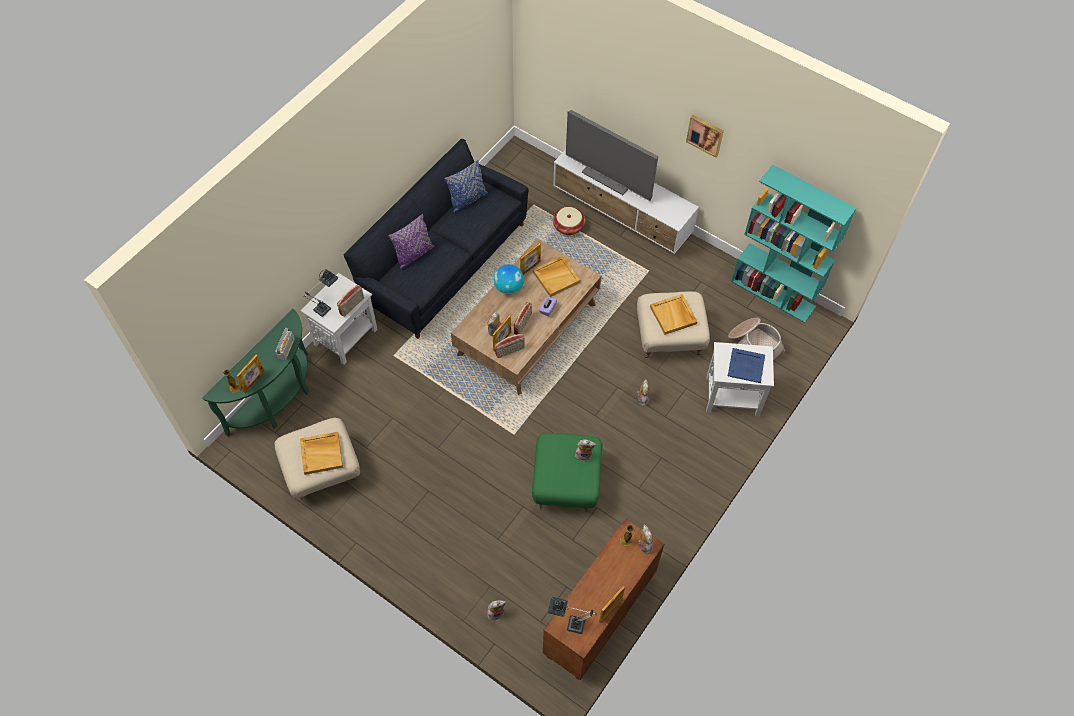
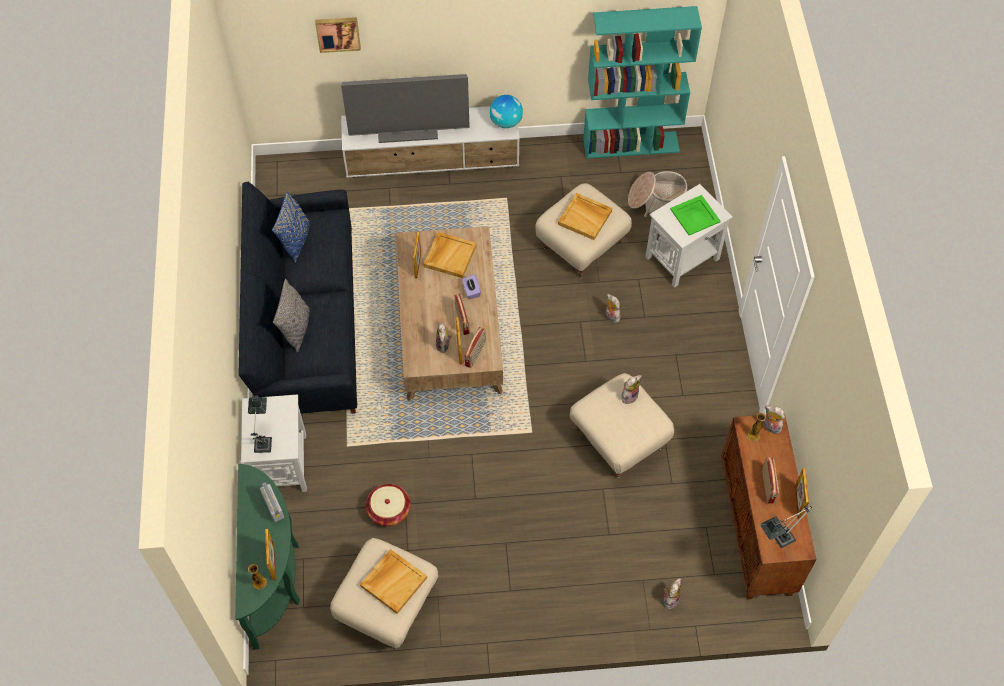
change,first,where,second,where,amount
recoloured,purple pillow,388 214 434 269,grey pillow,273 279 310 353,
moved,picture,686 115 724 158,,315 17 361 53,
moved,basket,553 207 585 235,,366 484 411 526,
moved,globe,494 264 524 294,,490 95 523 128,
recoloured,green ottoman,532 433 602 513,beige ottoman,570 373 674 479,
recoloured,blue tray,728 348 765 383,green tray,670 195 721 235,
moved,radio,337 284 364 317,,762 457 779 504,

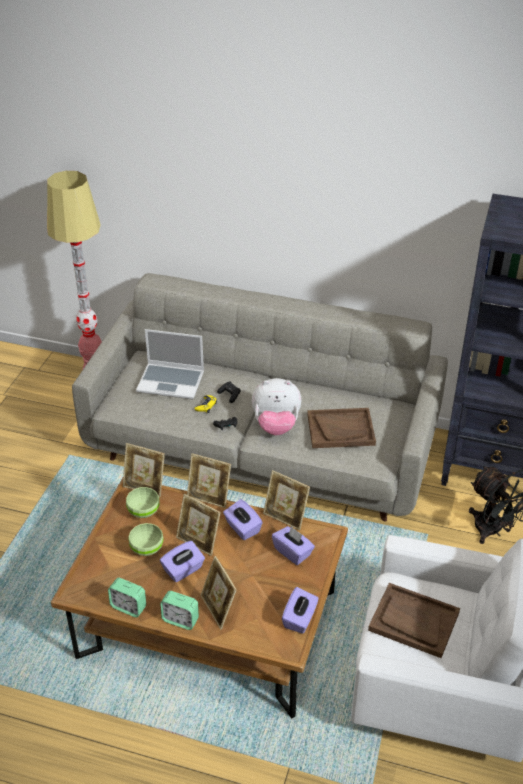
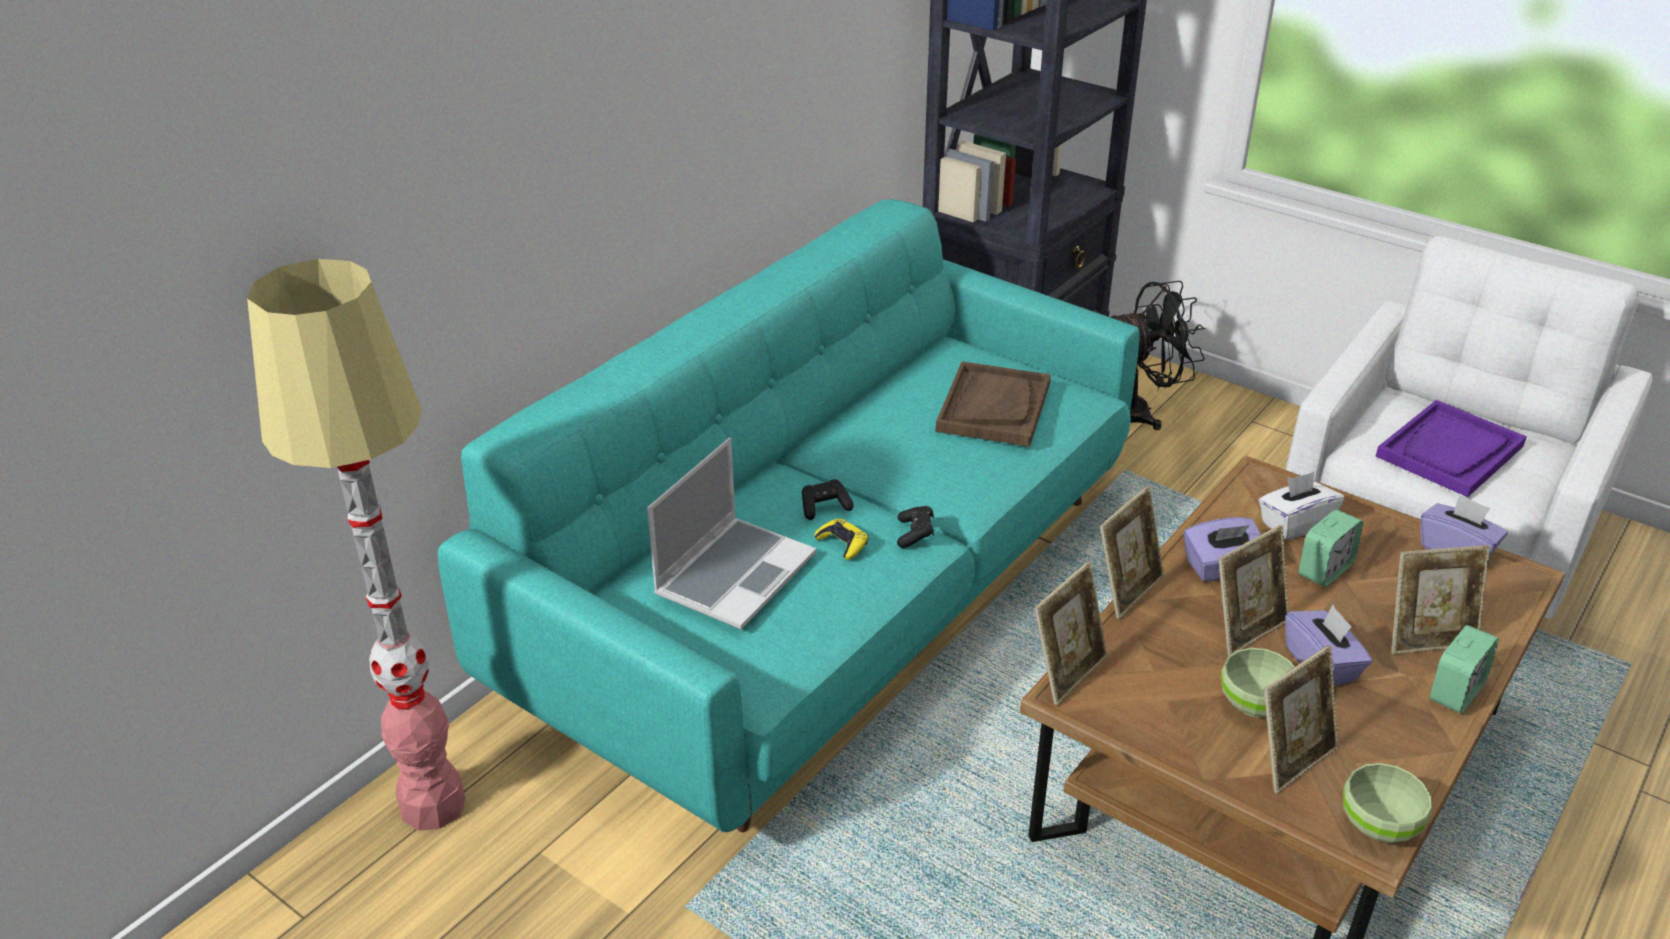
change,first,where,second,where,amount
recoloured,grey sofa,72 273 448 522,turquoise sofa,438 199 1140 832,
recoloured,purple tissue box,272 526 315 565,white tissue box,1259 472 1344 540,
moved,picture frame,263 470 310 530,,1264 645 1339 794,
moved,alarm clock,108 578 146 617,,1299 509 1363 587,
moved,green bowl,126 487 159 518,,1343 763 1432 843,
recoloured,brown tray,368 583 460 658,purple tray,1375 400 1527 497,
removed,plush toy,252 378 302 435,,,

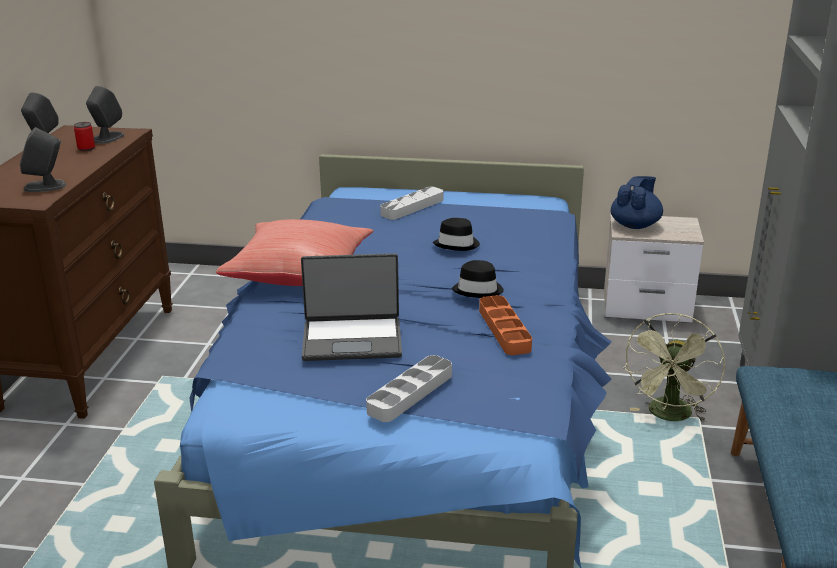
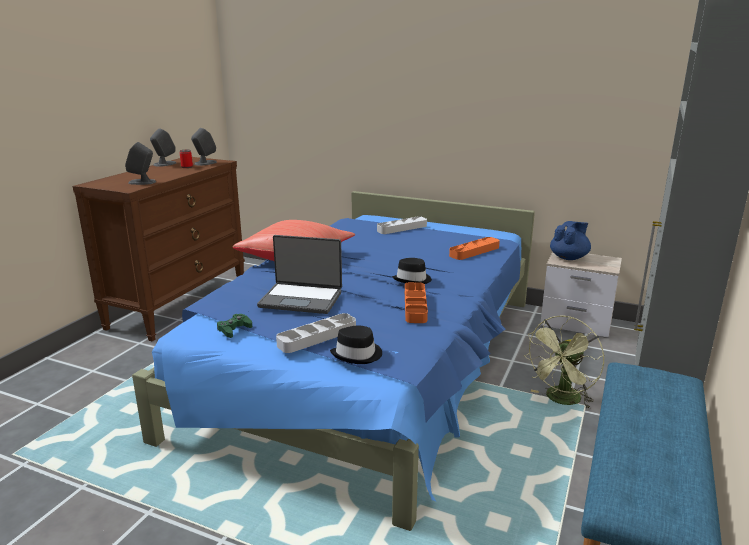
change,first,where,second,where,amount
added,,,green game controller,217 314 252 338,
moved,black hat,433 218 480 251,,330 325 382 364,
added,,,orange tray,449 237 500 260,

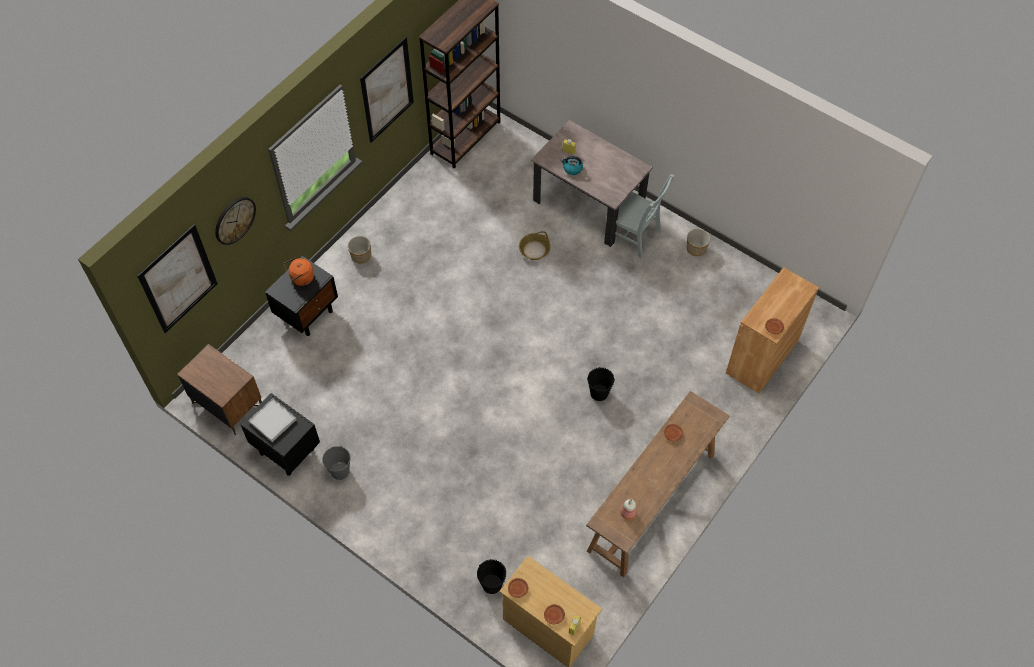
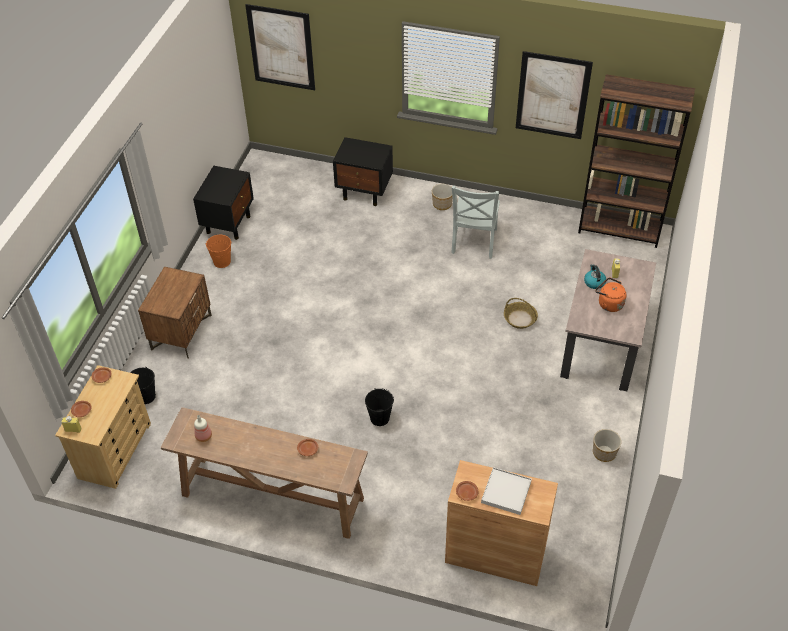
change,first,where,second,where,amount
moved,brown nightstand,177 344 262 435,,138 266 212 359,
recoloured,grey bucket,323 446 351 480,orange bucket,205 235 232 268,
moved,grey chair,604 174 674 258,,451 185 500 259,
moved,white tray,248 398 297 442,,481 467 532 515,
moved,orange kettle,284 257 314 286,,596 278 627 312,
removed,wall clock,215 197 256 245,,,

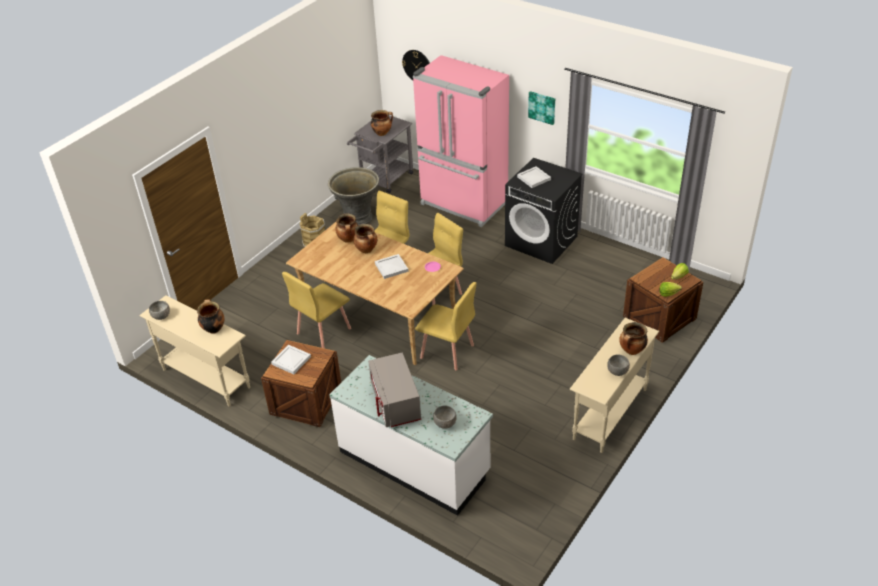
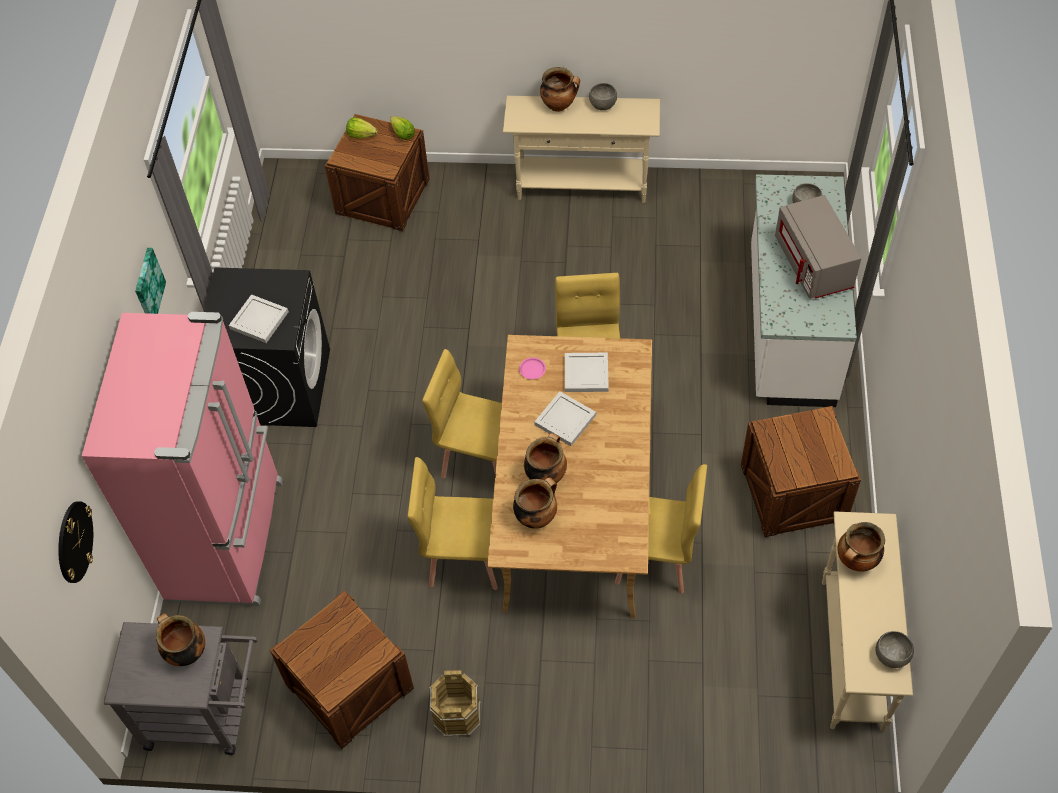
change,first,where,second,where,amount
replaced,grey planter,328 167 379 226,crate,270 591 414 749,
moved,white tray,271 345 311 374,,565 353 609 392,
turned,grey microwave,368 353 421 427,,775 195 861 299,120 degrees clockwise

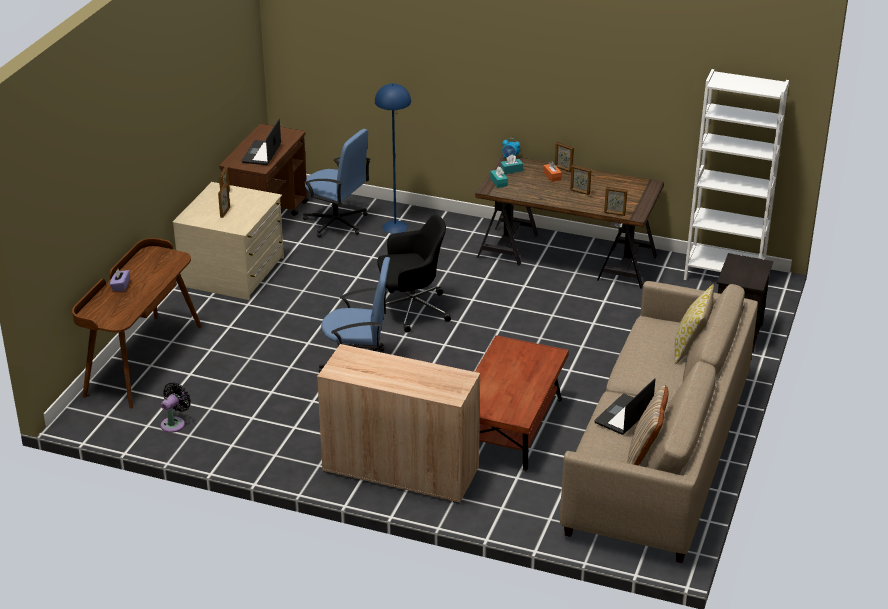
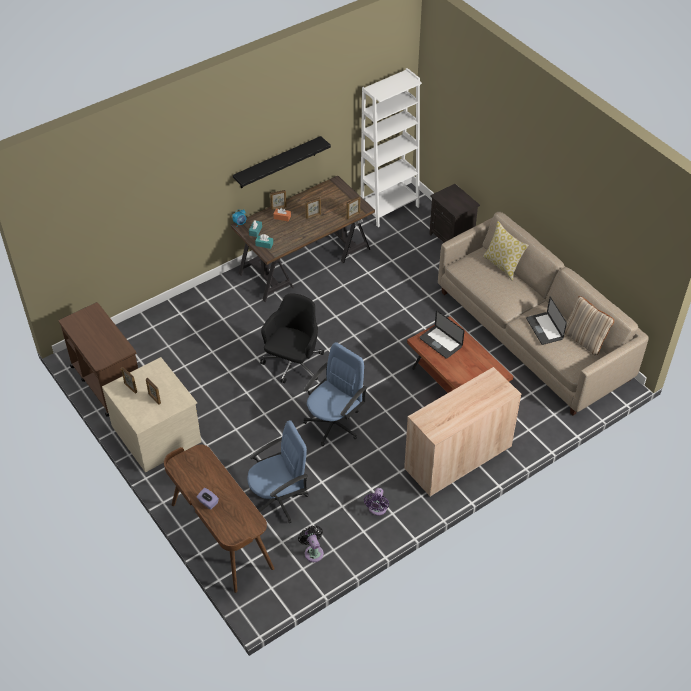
change,first,where,second,where,amount
added,,,black shelf,233 136 331 188,
moved,blue office chair,303 129 370 238,,247 420 309 524,
added,,,purple fan,364 488 389 516,
moved,laptop,242 119 281 165,,419 310 464 359,
removed,blue floor lamp,375 83 411 234,,,

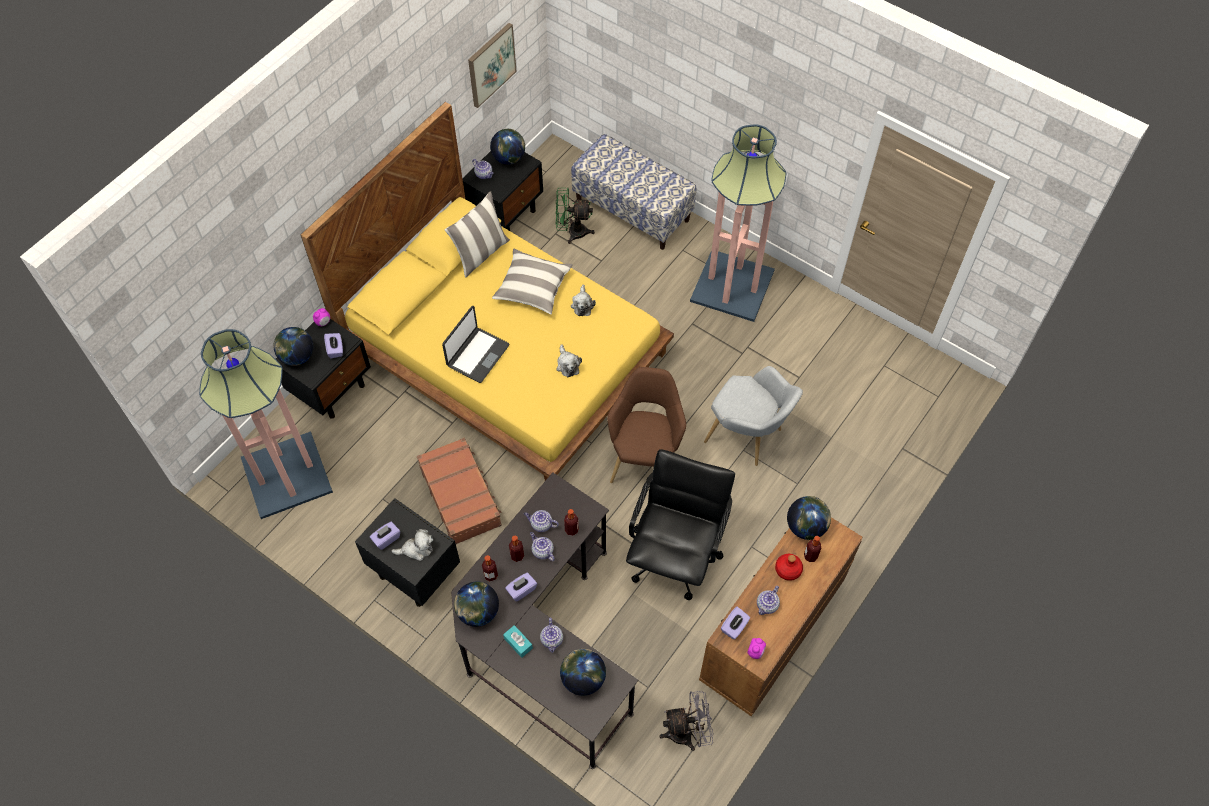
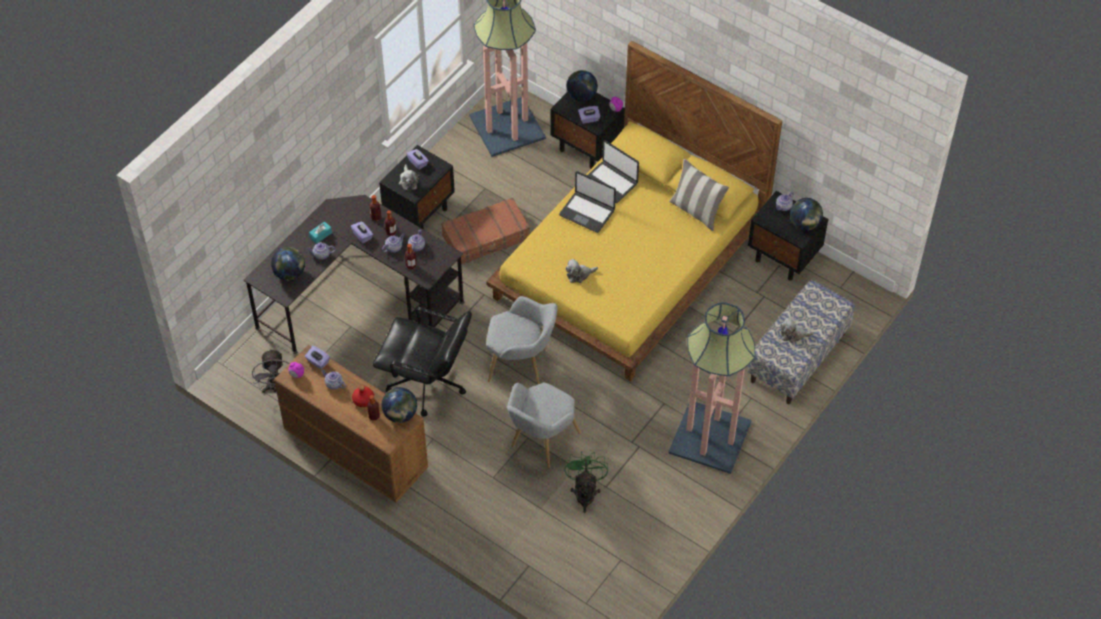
change,first,where,second,where,amount
recoloured,brown armchair,607 367 686 483,grey armchair,486 296 558 384,
moved,green fan,555 188 595 244,,564 451 608 513,
added,,,laptop,587 140 639 203,
moved,plush toy,571 284 596 316,,780 318 814 343,
removed,globe,454 581 499 627,,,
removed,picture,468 23 517 108,,,
removed,pillow,492 249 573 314,,,

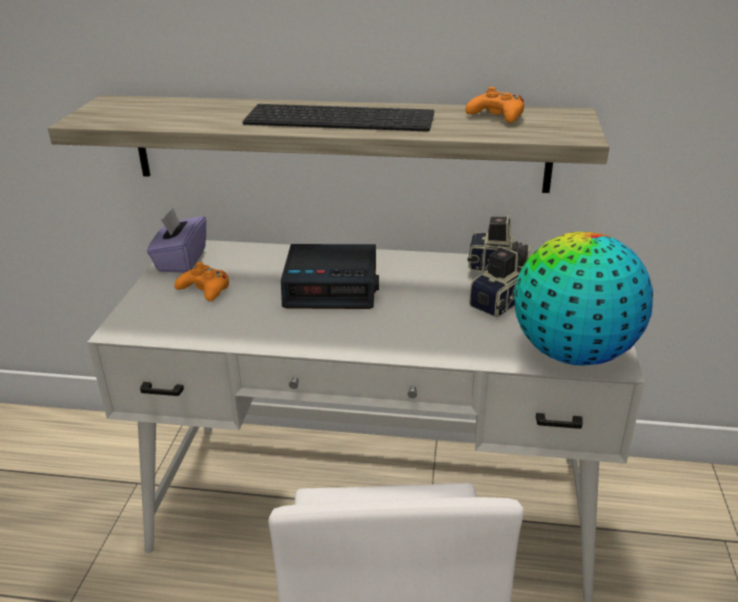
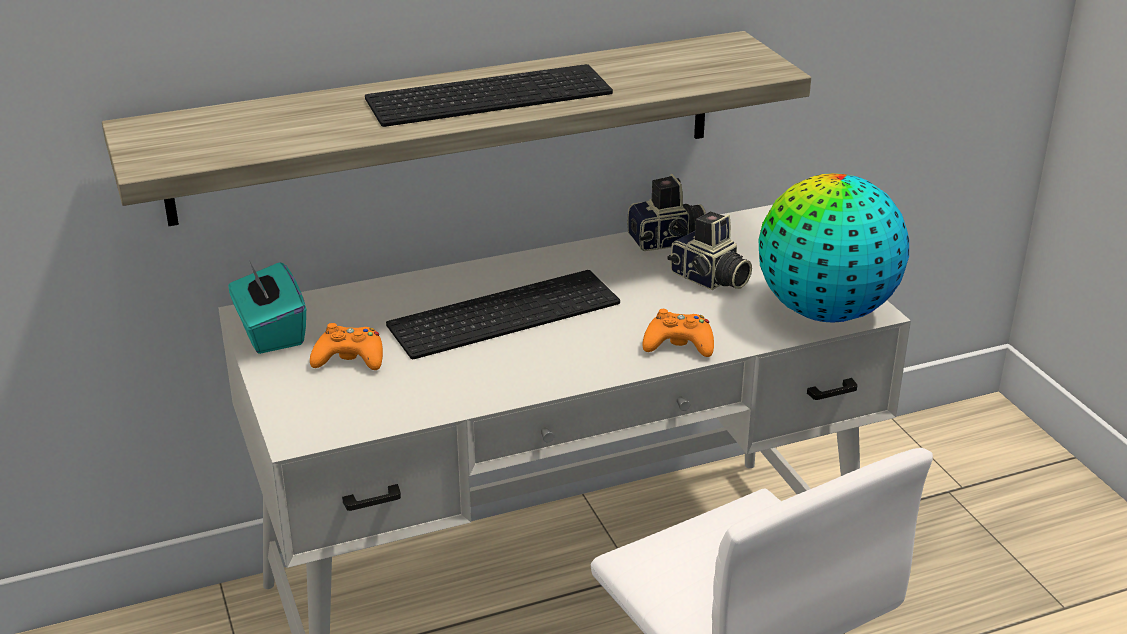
change,first,where,second,where,amount
recoloured,purple tissue box,147 208 206 273,turquoise tissue box,228 260 306 354,
replaced,alarm clock,281 244 379 309,keyboard,386 270 620 359,
moved,orange game controller,466 87 524 123,,642 309 714 357,
turned,photo camera,469 246 522 318,,668 212 752 290,120 degrees clockwise

